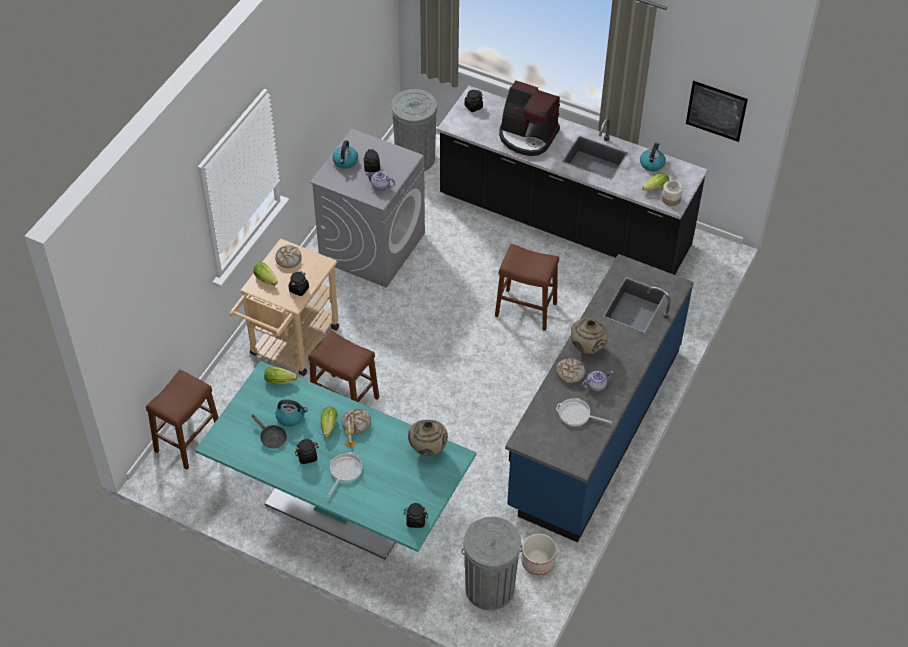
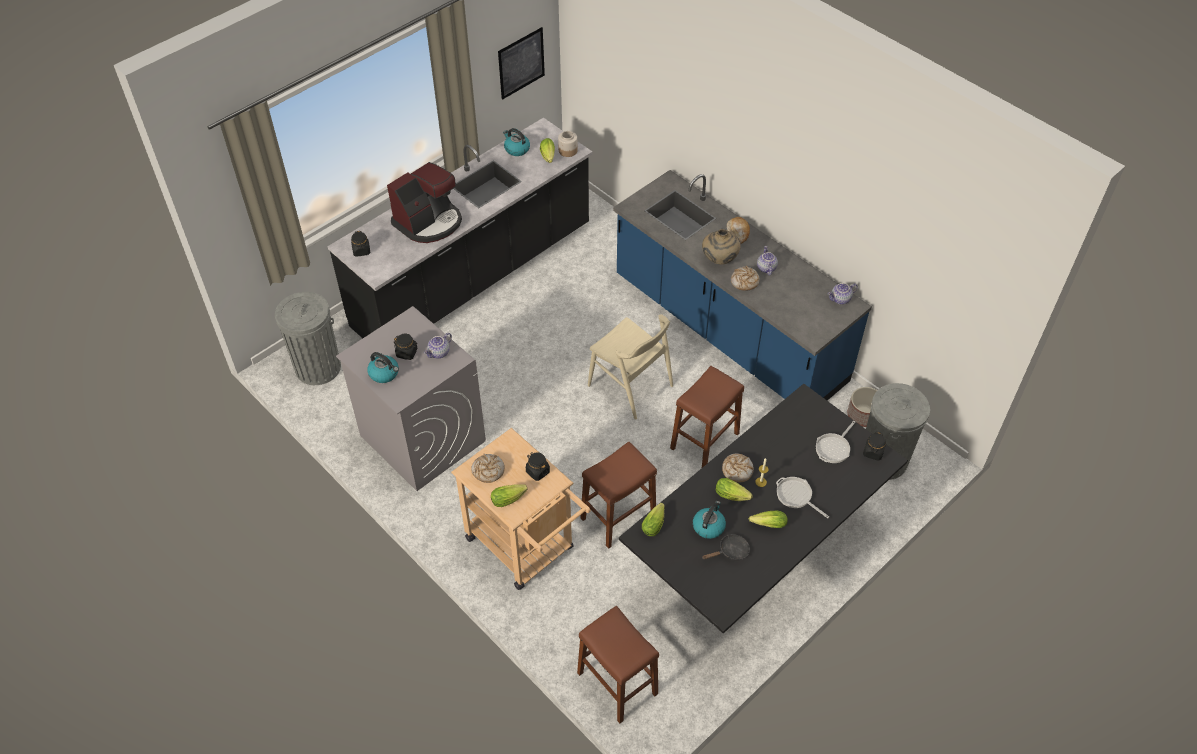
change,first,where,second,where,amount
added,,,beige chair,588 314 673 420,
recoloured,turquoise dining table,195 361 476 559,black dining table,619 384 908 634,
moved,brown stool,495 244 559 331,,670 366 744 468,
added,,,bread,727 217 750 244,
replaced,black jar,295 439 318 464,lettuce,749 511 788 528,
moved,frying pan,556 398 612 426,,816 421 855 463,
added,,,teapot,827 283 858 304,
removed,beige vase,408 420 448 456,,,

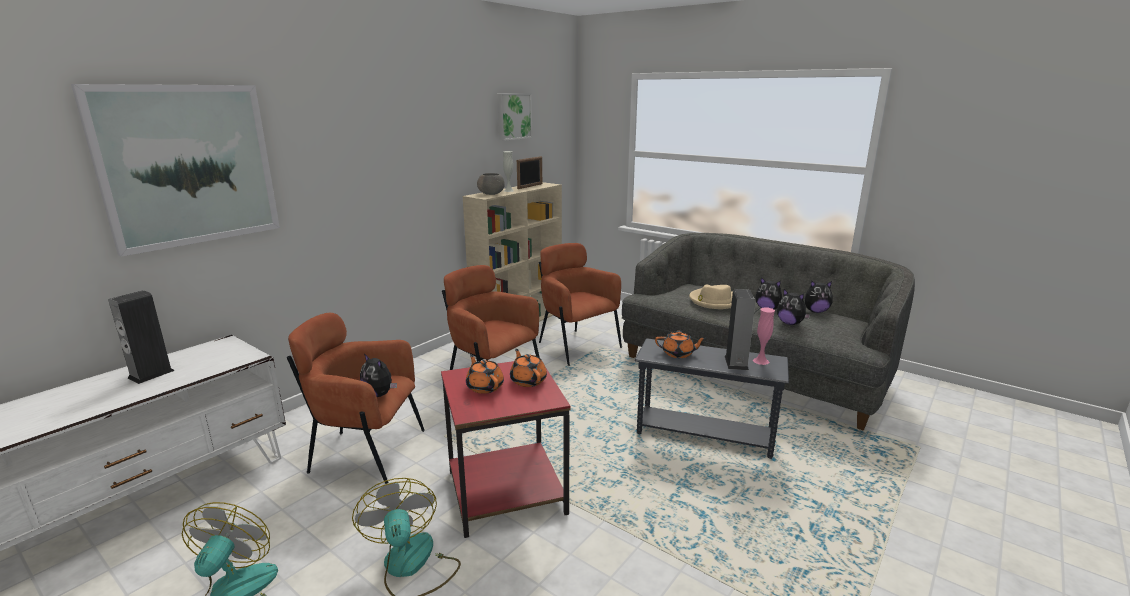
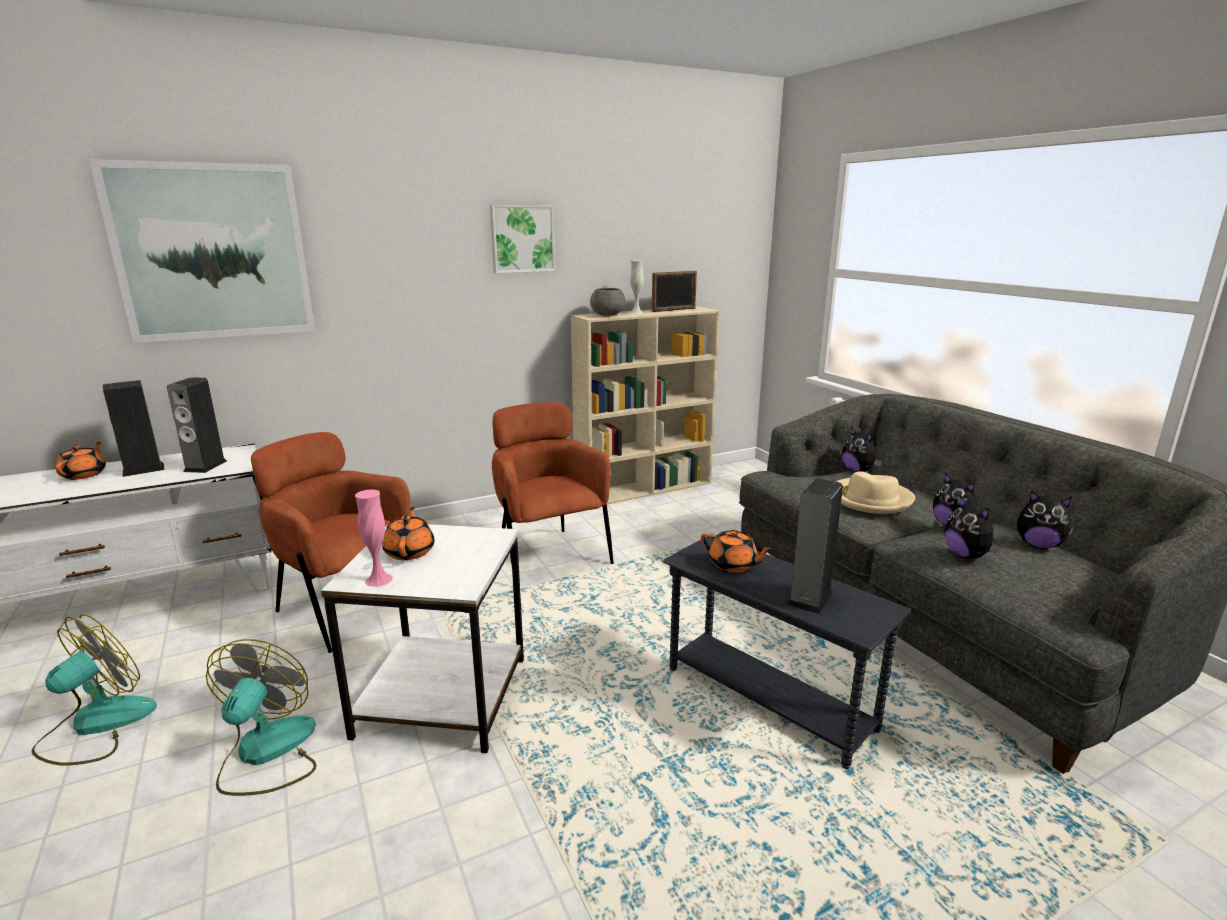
change,first,where,second,where,amount
moved,orange teapot,510 349 547 387,,55 442 106 480,
added,,,speaker,167 377 227 473,
recoloured,red side table,441 361 571 538,white side table,321 524 524 753,
moved,pink vase,753 308 775 365,,355 489 393 587,
moved,picture,497 93 532 141,,490 205 555 273,
moved,plush toy,360 354 397 397,,842 427 882 472,
removed,brown armchair,539 243 622 366,,,

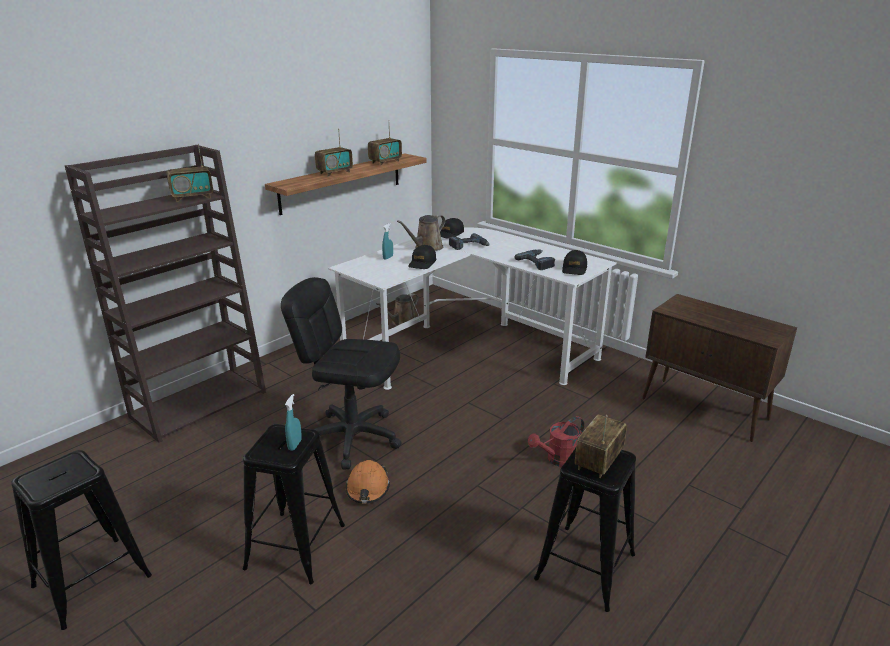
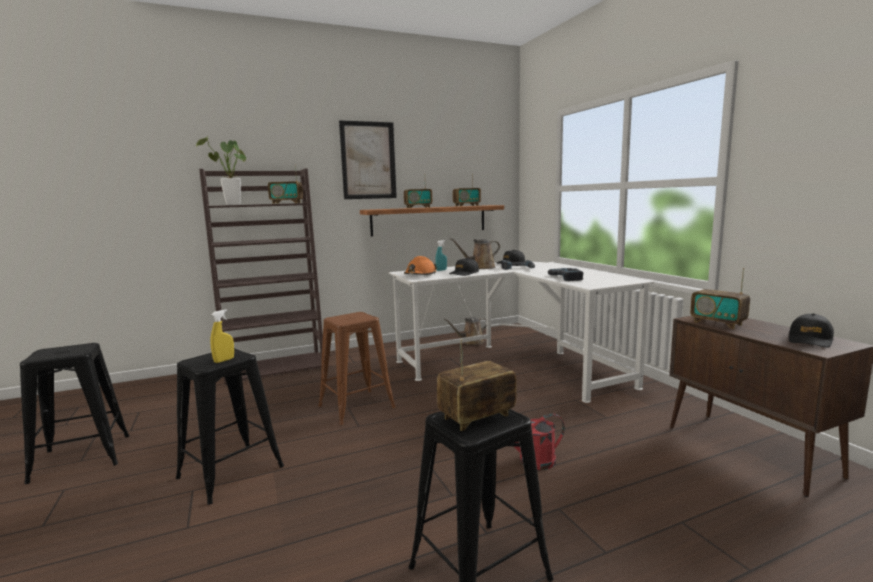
change,first,where,second,where,amount
added,,,potted plant,196 136 246 205,
recoloured,turquoise spray bottle,285 394 302 451,yellow spray bottle,210 309 234 363,
replaced,black office chair,281 277 402 469,brown stool,318 312 396 425,
added,,,picture,339 120 397 199,
moved,orange hard hat,346 460 390 503,,404 256 437 275,
added,,,radio,690 268 750 329,
moved,black cap,562 250 587 275,,789 314 834 348,

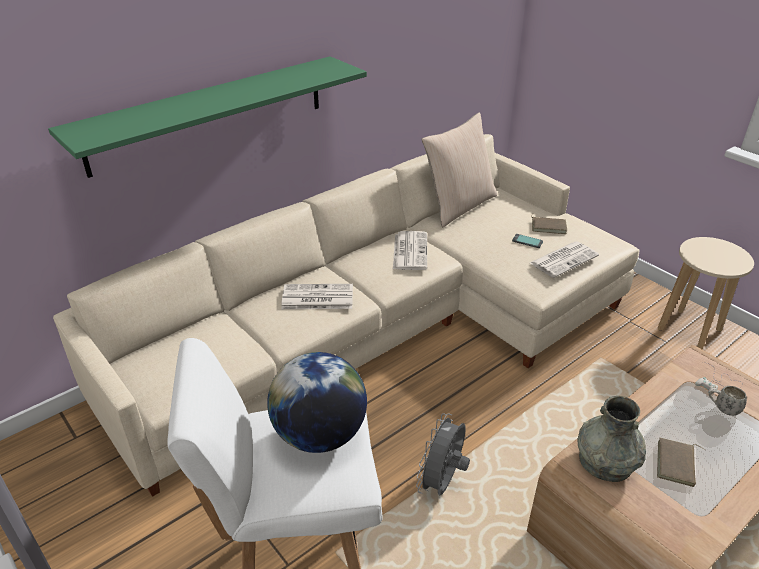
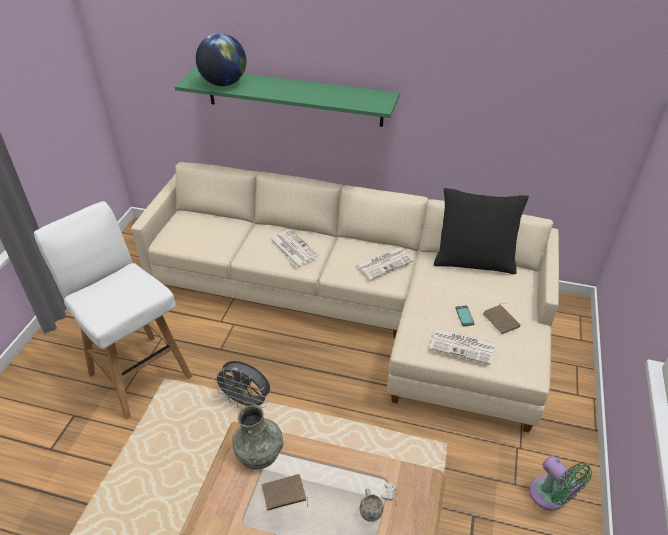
change,first,where,second,where,amount
moved,globe,267 352 367 453,,196 33 246 86,
turned,grey fan,416 413 470 495,,212 361 270 408,150 degrees counterclockwise
recoloured,beige pillow,422 112 497 227,black pillow,434 188 529 274,
replaced,beige stool,657 237 754 350,green fan,529 456 592 511,

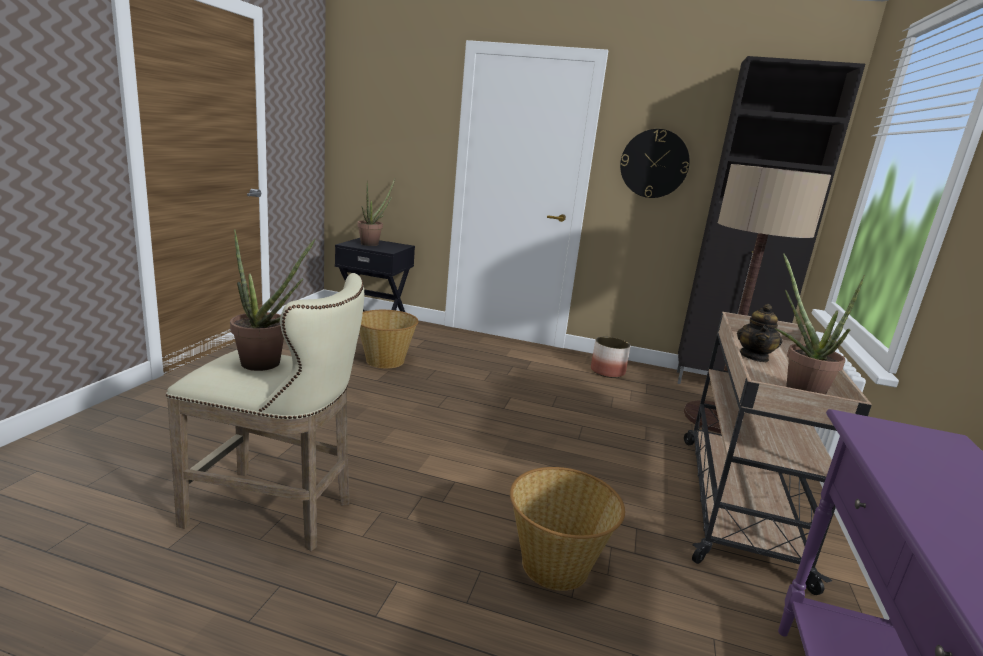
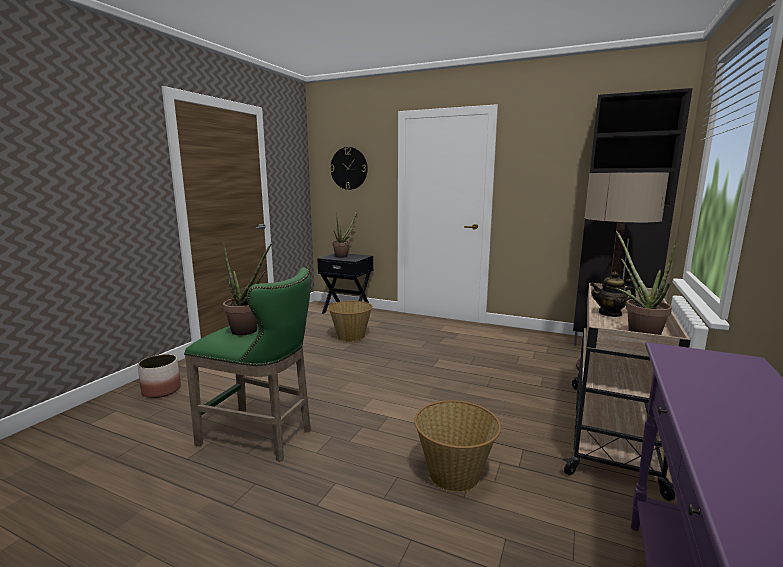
change,first,where,second,where,amount
moved,planter,591 337 631 378,,137 354 181 398,
recoloured,beige stool,166 273 364 551,green stool,184 267 311 462,
moved,wall clock,620 129 690 198,,330 147 368 190,
turned,teapot,737 304 783 362,,590 272 636 317,60 degrees clockwise

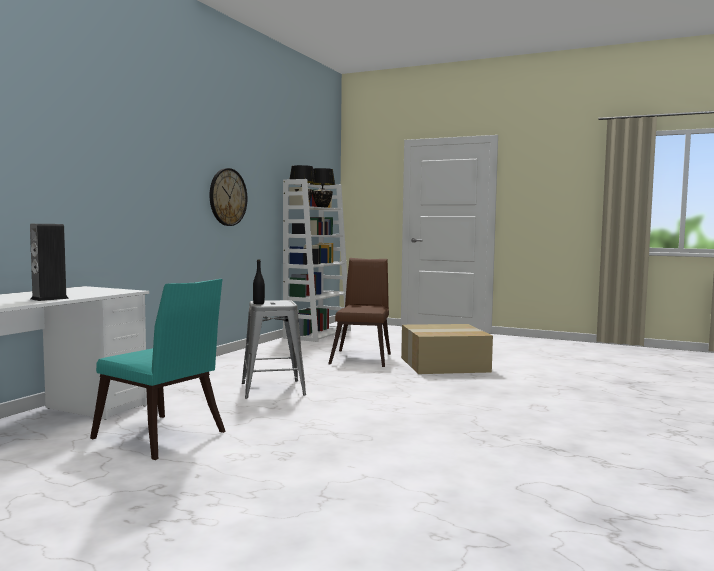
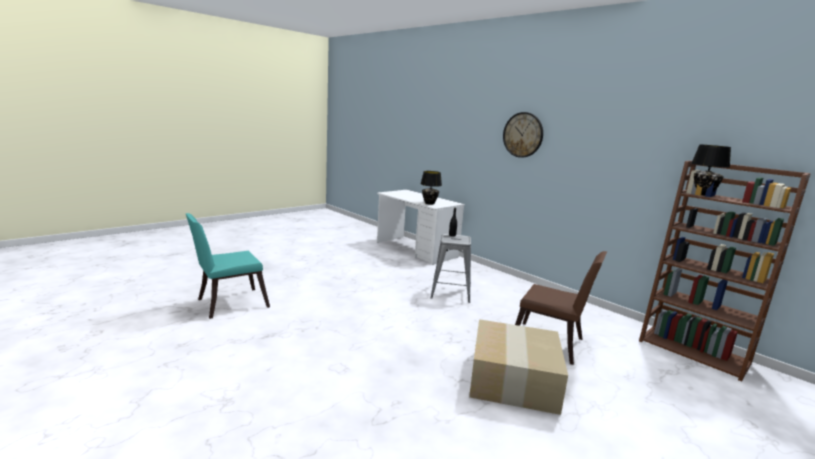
change,first,where,second,where,amount
moved,turquoise chair,90 279 226 460,,186 213 270 319,
moved,black table lamp,310 168 335 208,,421 171 442 205,
moved,wall clock,210 168 247 226,,503 112 543 158,
recoloured,white bookcase,283 179 351 342,brown bookcase,639 160 811 381,
removed,speaker,30 224 69 301,,,

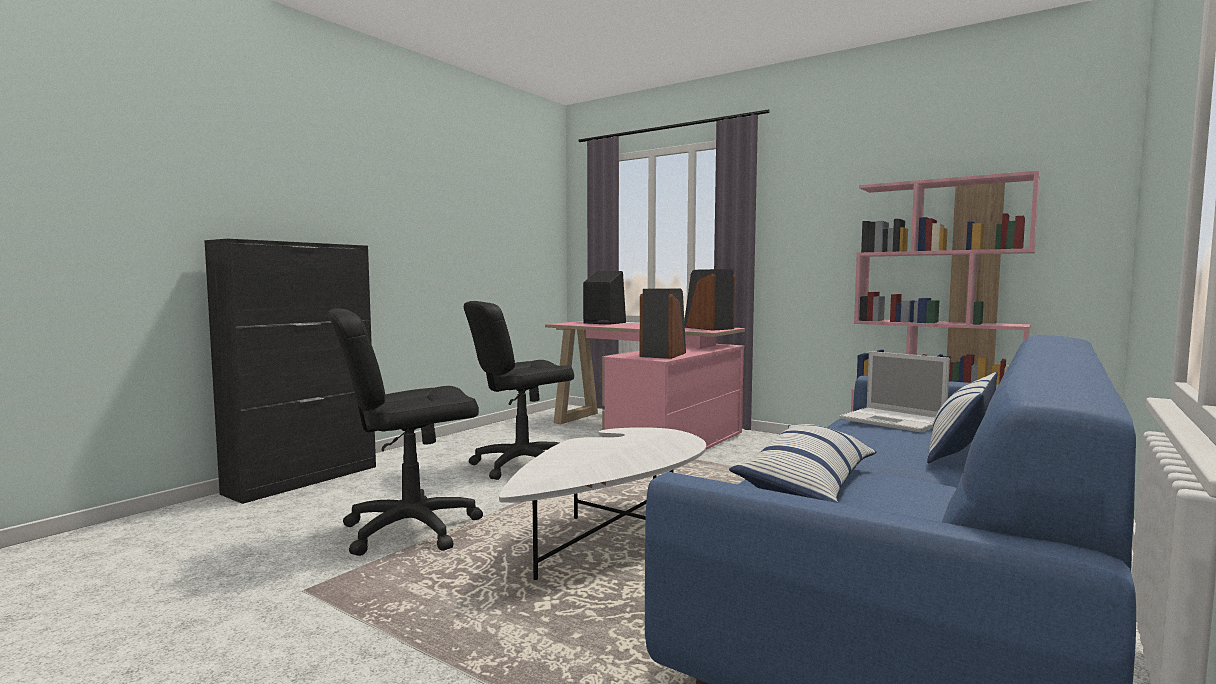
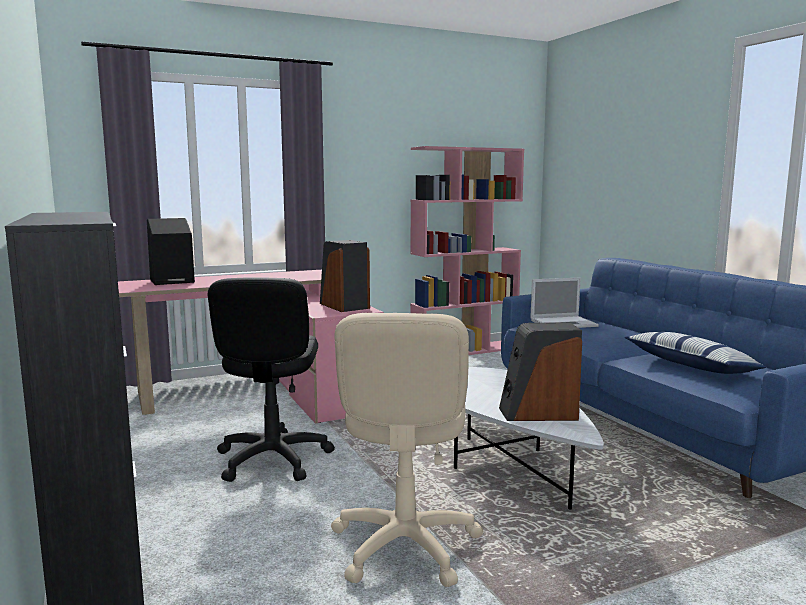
change,first,where,second,where,amount
recoloured,black office chair,328 308 483 556,beige office chair,331 313 483 587,
moved,speaker,684 269 735 330,,499 322 582 421,
removed,pillow,927 372 998 463,,,

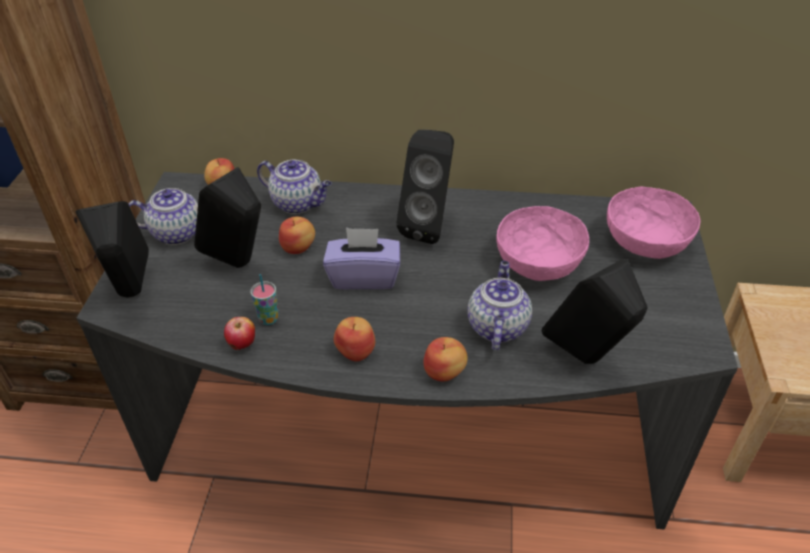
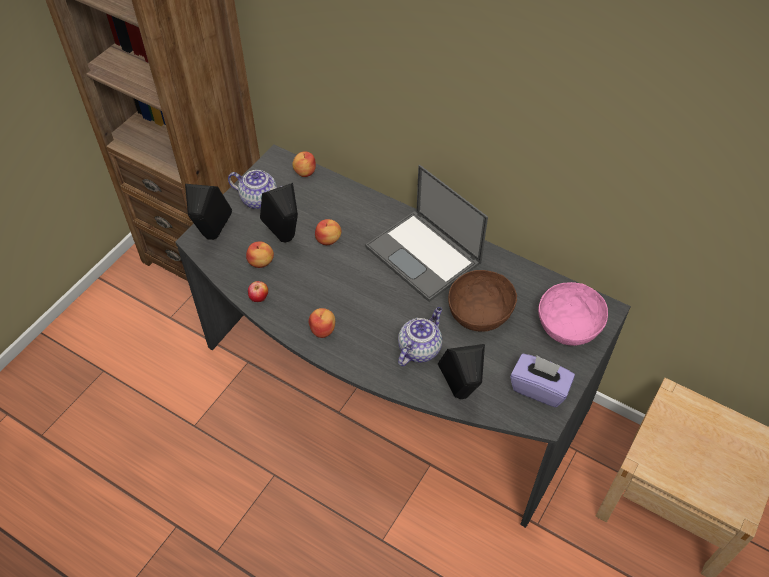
change,first,where,second,where,amount
moved,apple,423 337 468 381,,246 242 274 268,
replaced,black speaker,397 130 454 244,laptop,366 165 488 302,
recoloured,pink bowl,496 206 589 281,brown bowl,448 270 517 332,
moved,purple tissue box,323 228 400 289,,510 354 575 407,
removed,cup,250 274 279 325,,,
removed,teapot,257 160 332 214,,,

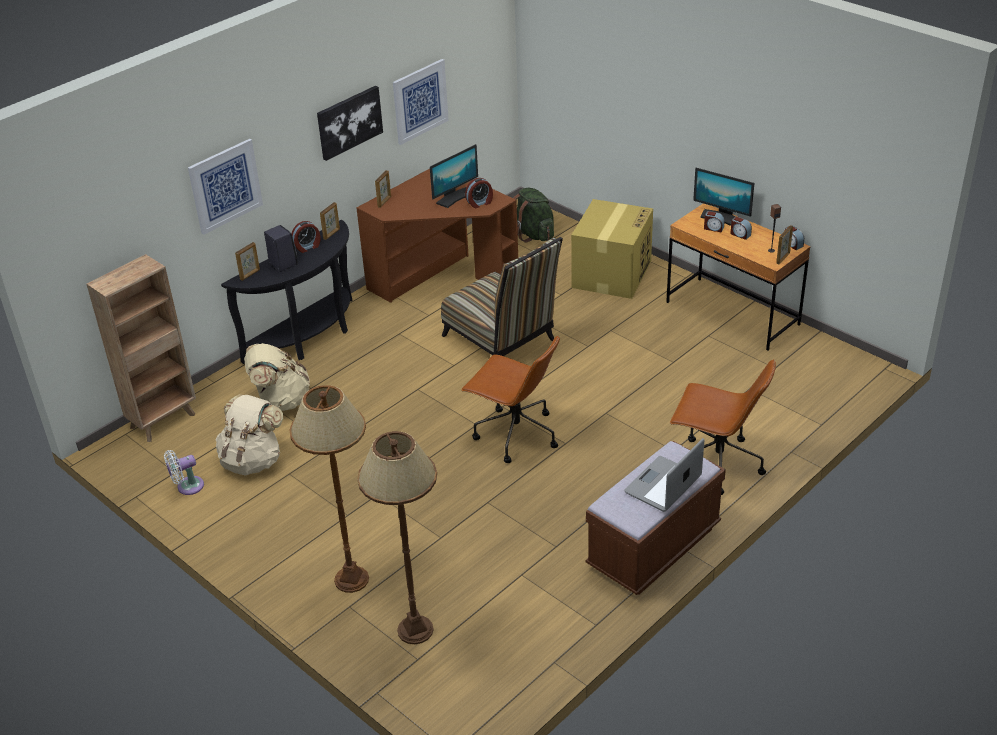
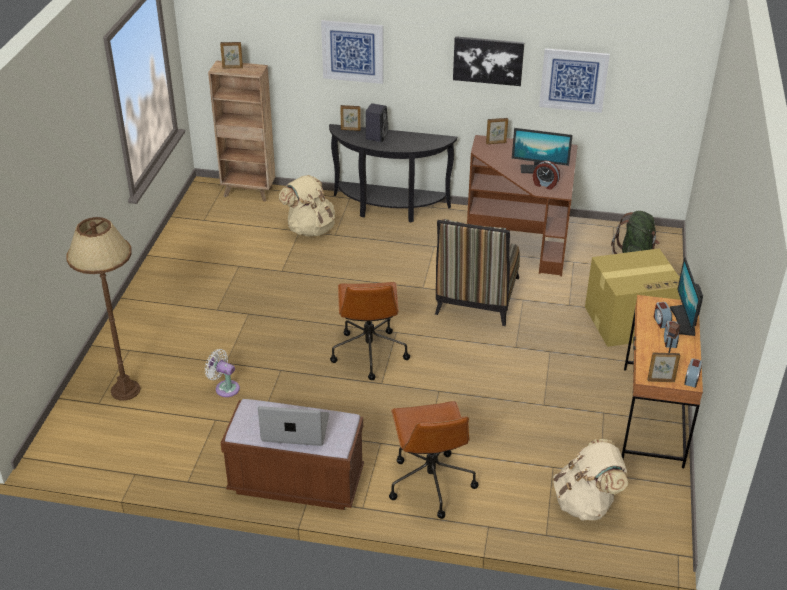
change,first,where,second,where,amount
moved,white fan,164 450 204 495,,205 349 240 397,
moved,picture frame,320 202 340 240,,220 42 243 68,
moved,beige backpack,216 394 283 476,,553 439 628 521,
removed,brown floor lamp,290 385 369 593,,,
removed,alarm clock,292 221 320 253,,,

